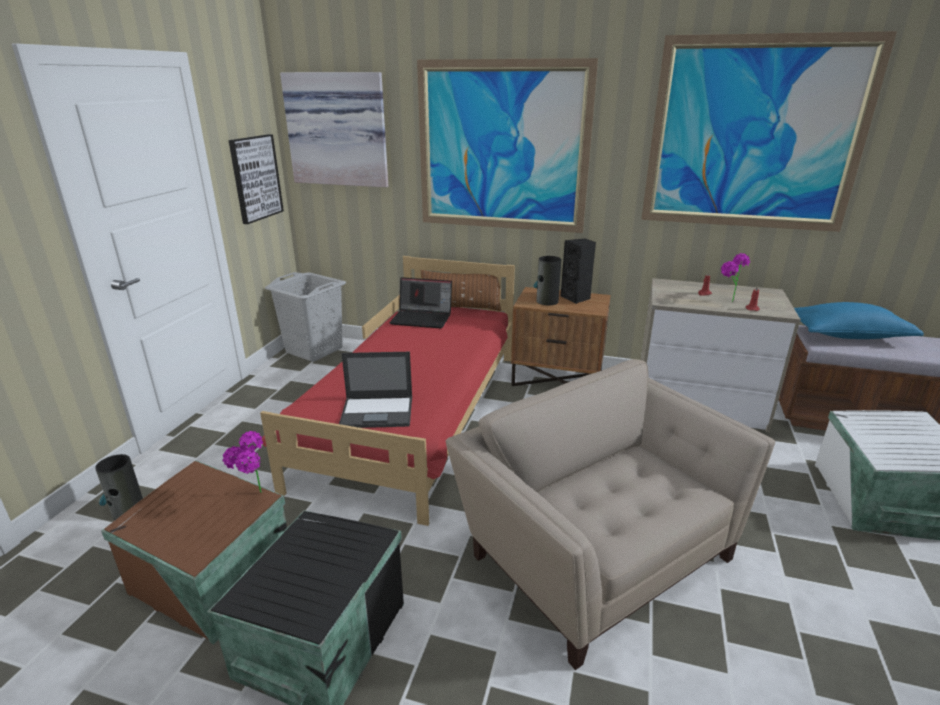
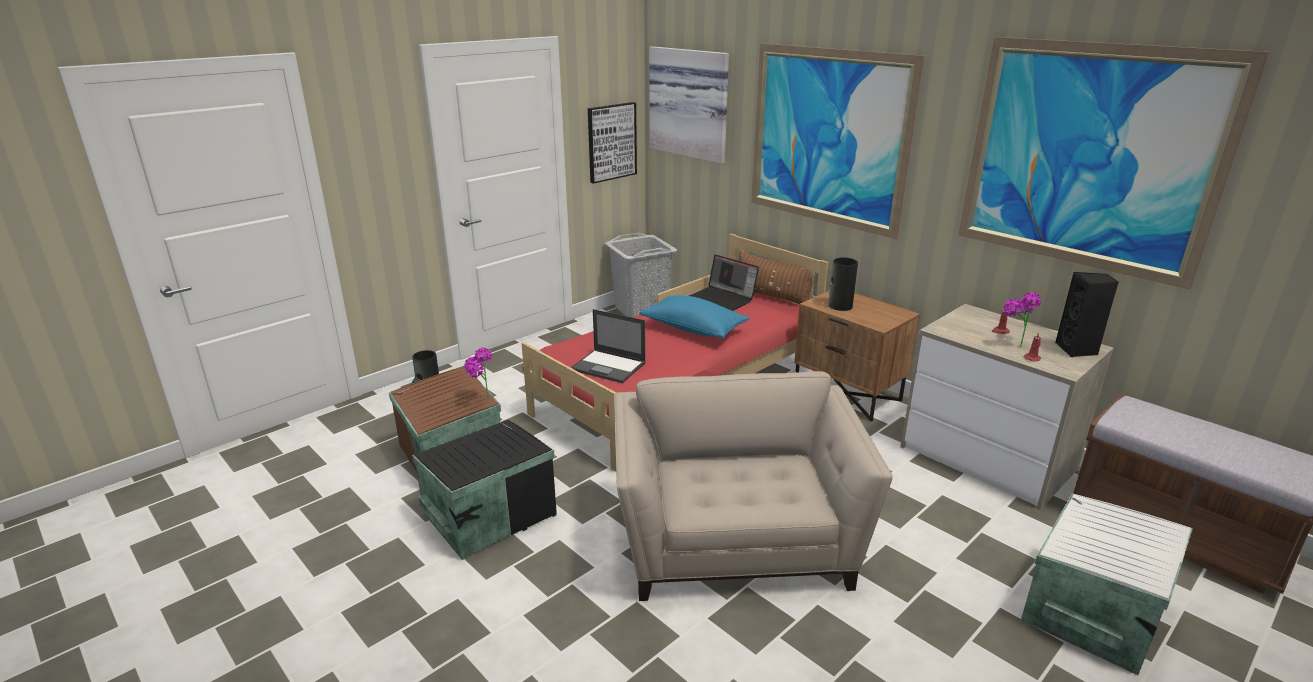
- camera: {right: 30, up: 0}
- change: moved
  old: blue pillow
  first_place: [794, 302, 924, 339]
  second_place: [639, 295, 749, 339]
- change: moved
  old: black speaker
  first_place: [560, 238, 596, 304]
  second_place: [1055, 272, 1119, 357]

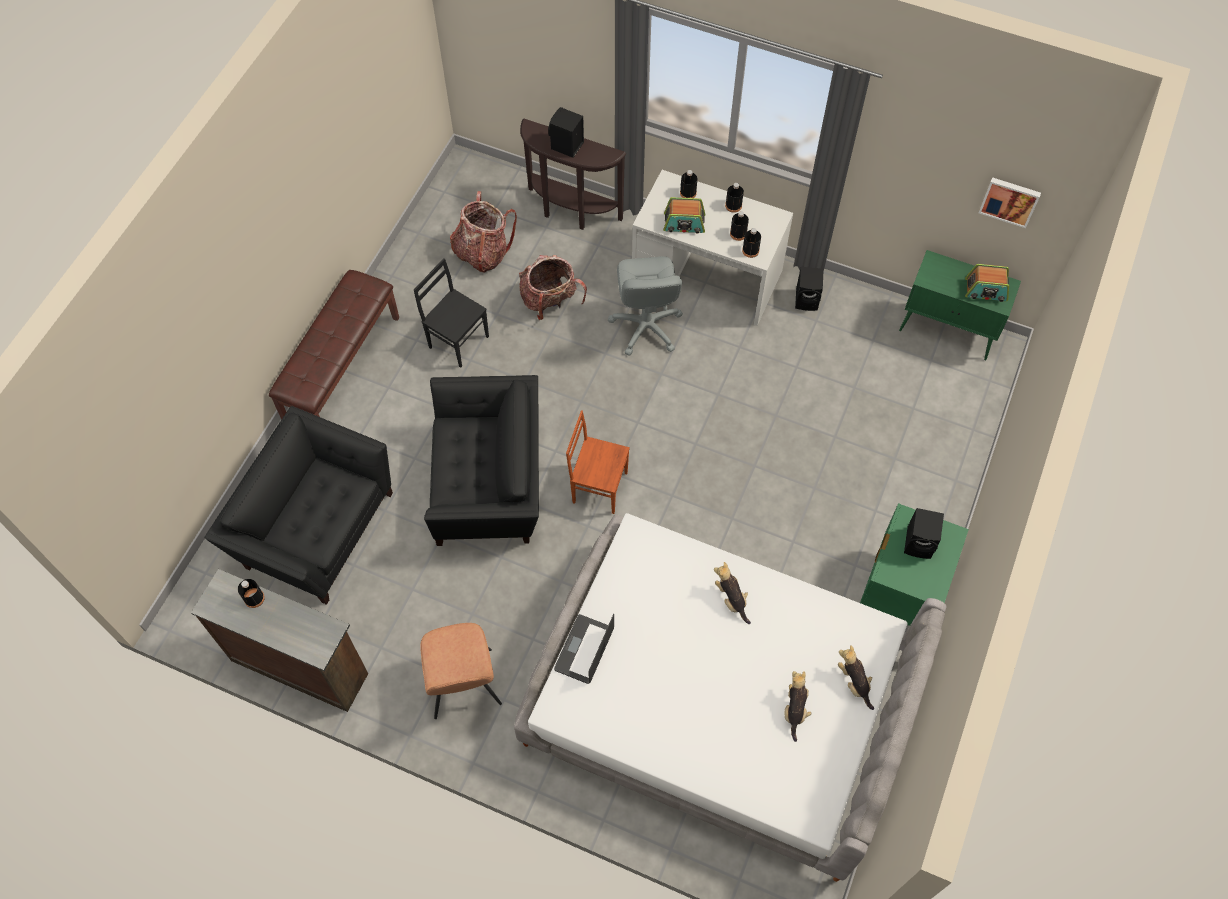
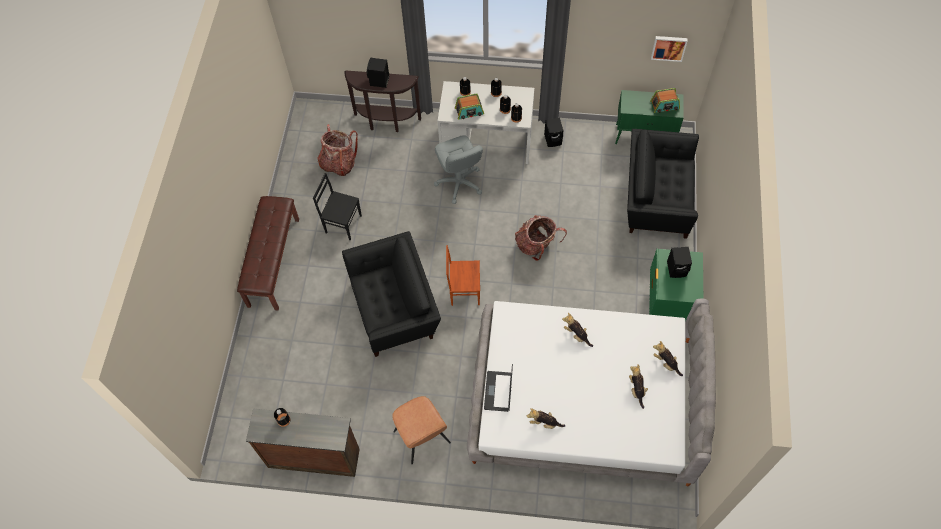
- camera: {right: -15, up: 0}
- change: moved
  old: backpack
  first_place: [519, 255, 587, 320]
  second_place: [515, 215, 567, 261]
- change: added
  new: plush toy
  second_place: [527, 408, 566, 429]
- change: moved
  old: black armchair
  first_place: [205, 406, 393, 605]
  second_place: [627, 129, 699, 239]

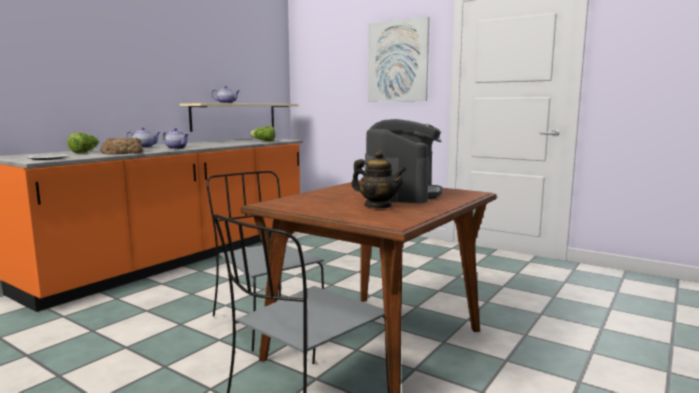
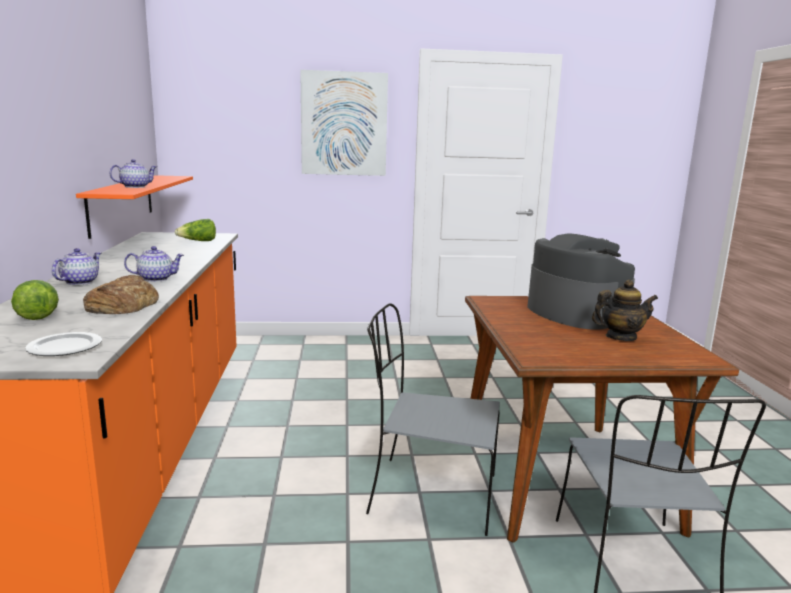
- camera: {right: -40, up: 5}
- change: recoloured
  old: beige shelf
  new: orange shelf
  first_place: [180, 103, 299, 132]
  second_place: [76, 175, 193, 239]

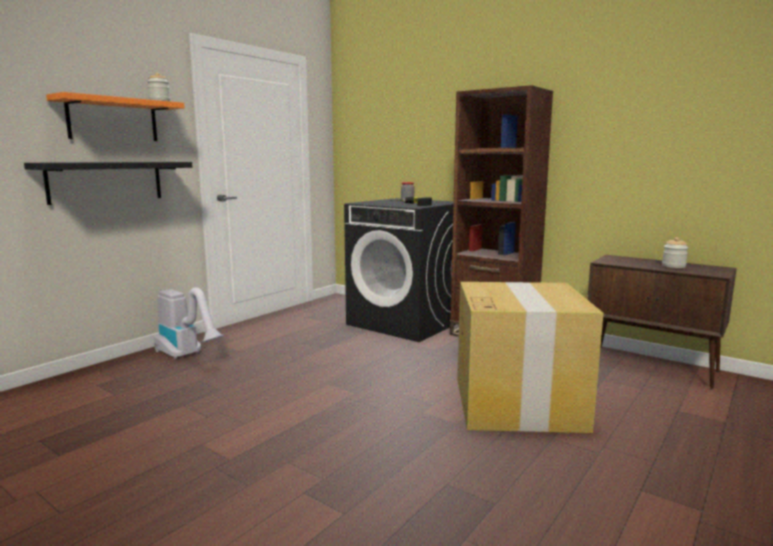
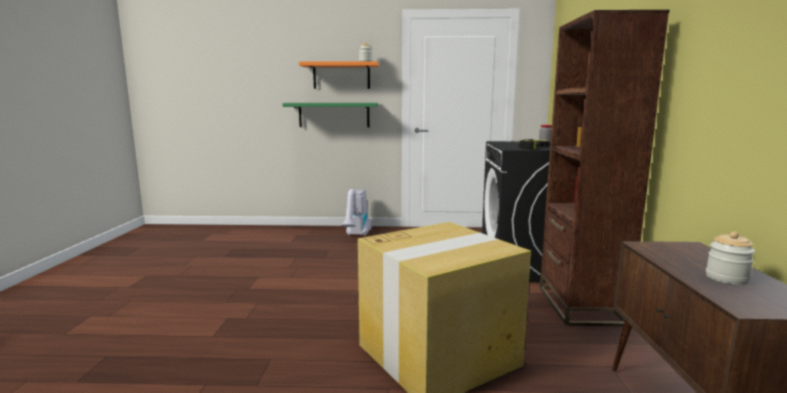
- camera: {right: 55, up: 0}
- change: recoloured
  old: black shelf
  new: green shelf
  first_place: [24, 162, 192, 205]
  second_place: [283, 103, 378, 127]

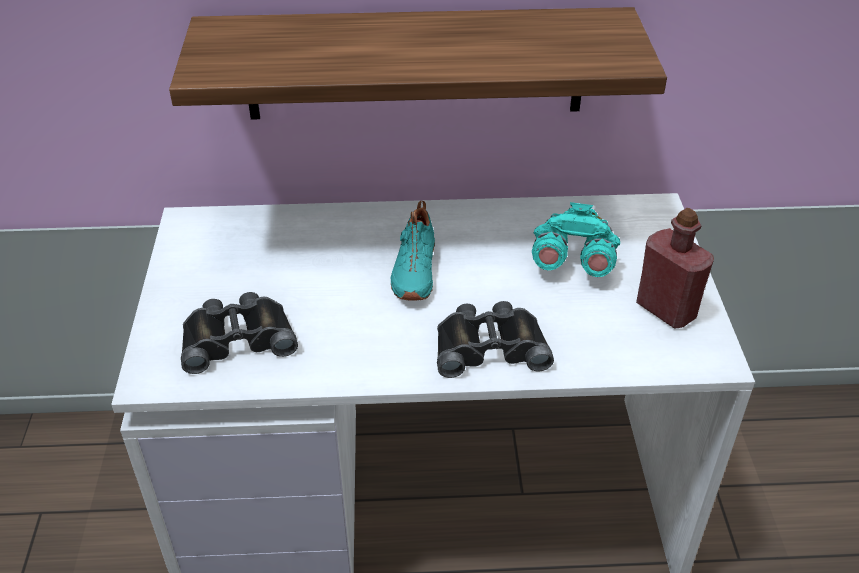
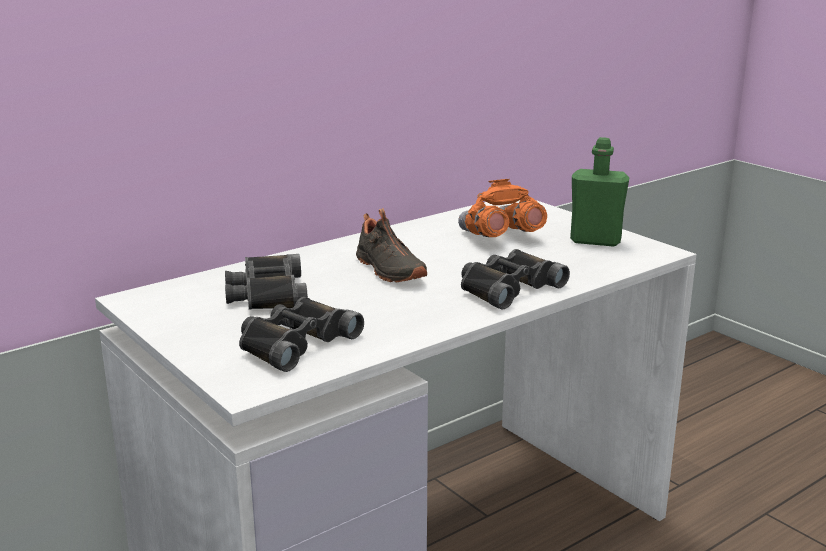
- camera: {right: -35, up: -20}
- change: added
  new: black binoculars
  second_place: [225, 254, 308, 310]
- change: recoloured
  old: turquoise shoe
  new: black shoe
  first_place: [391, 201, 435, 301]
  second_place: [356, 208, 427, 282]
- change: recoloured
  old: turquoise binoculars
  new: orange binoculars
  first_place: [532, 202, 620, 277]
  second_place: [458, 179, 547, 237]
- change: recoloured
  old: red bottle
  new: green bottle
  first_place: [636, 208, 714, 329]
  second_place: [570, 137, 629, 247]
- change: removed
  old: shelf
  first_place: [169, 7, 667, 120]

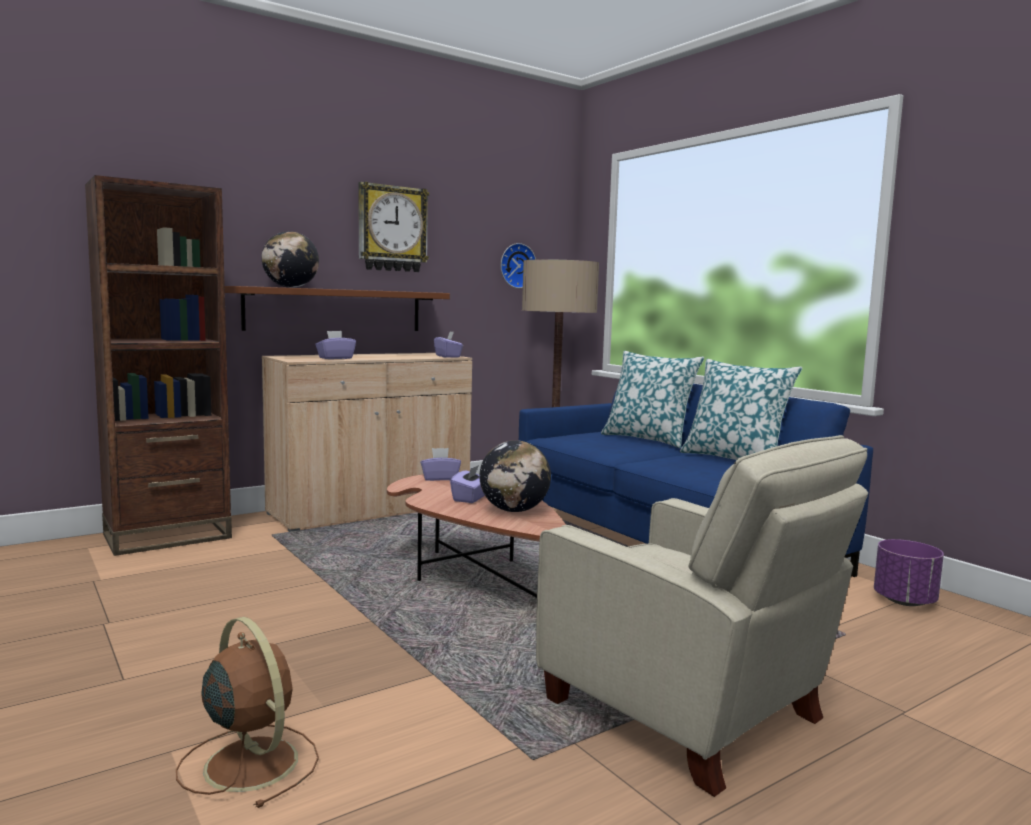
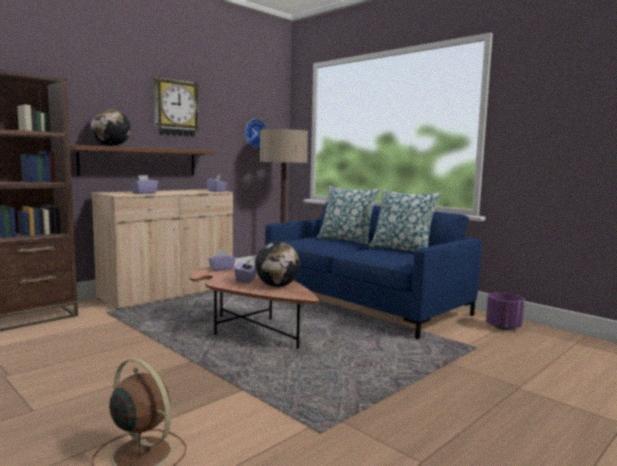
- camera: {right: -10, up: 0}
- change: removed
  old: beige armchair
  first_place: [536, 435, 868, 797]

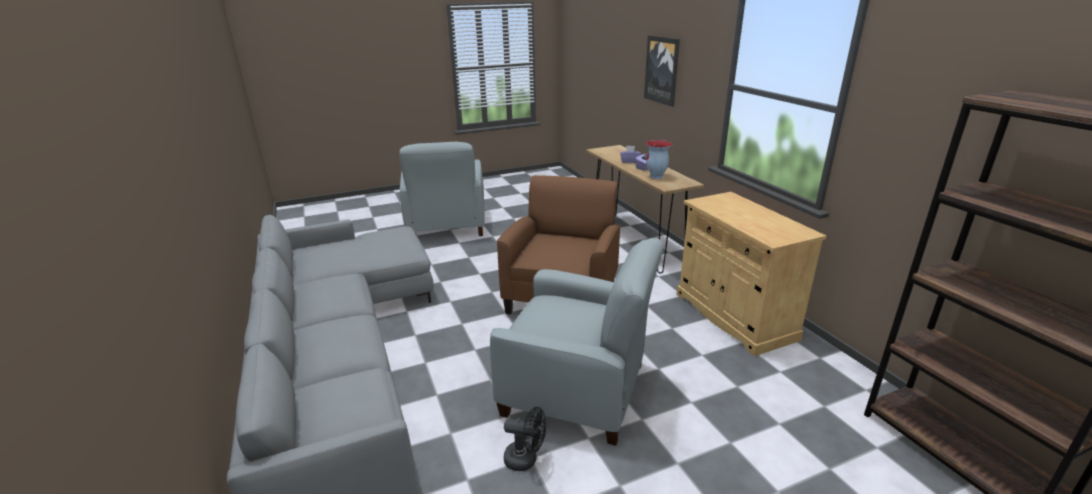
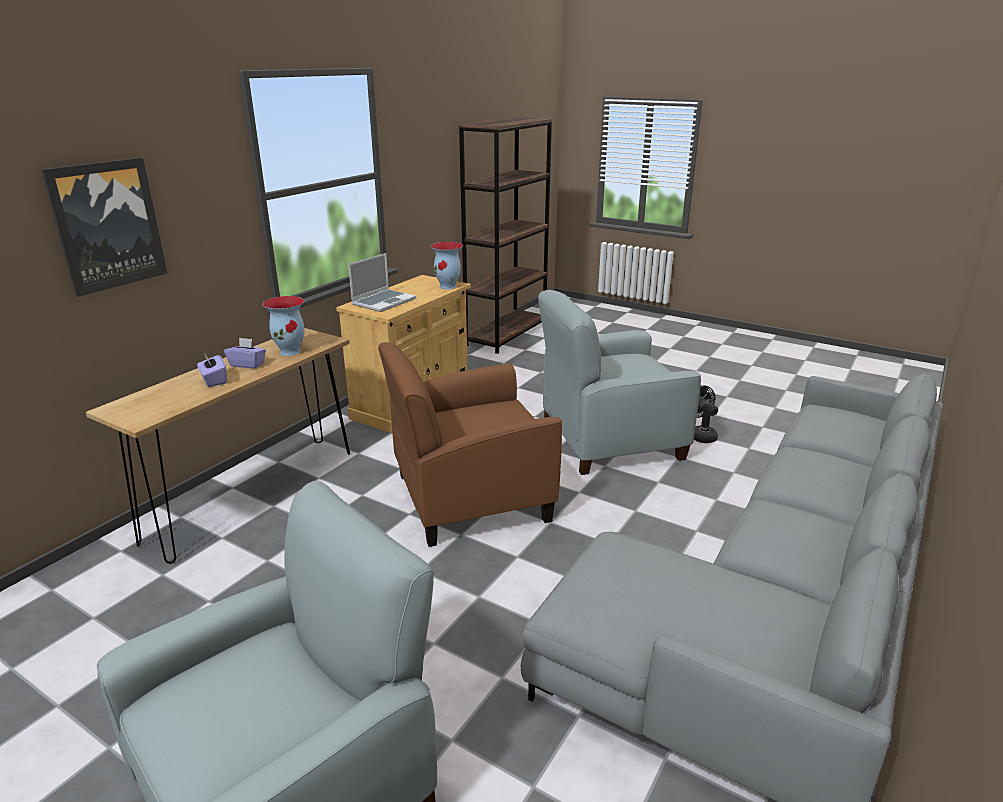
- camera: {right: -125, up: 0}
- change: added
  new: laptop
  second_place: [348, 253, 416, 312]
- change: added
  new: vase
  second_place: [431, 242, 463, 290]
- change: turned
  old: grey armchair
  first_place: [490, 238, 664, 446]
  second_place: [538, 290, 701, 475]
  degrees: -90

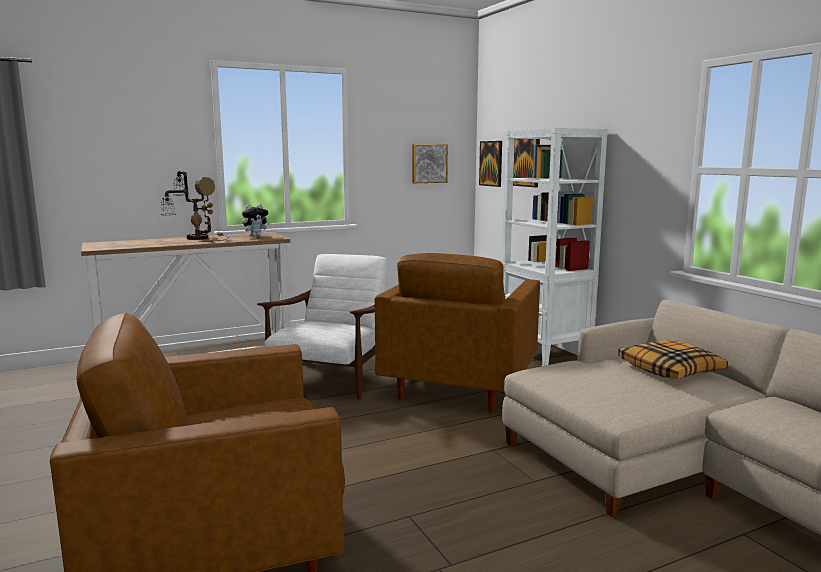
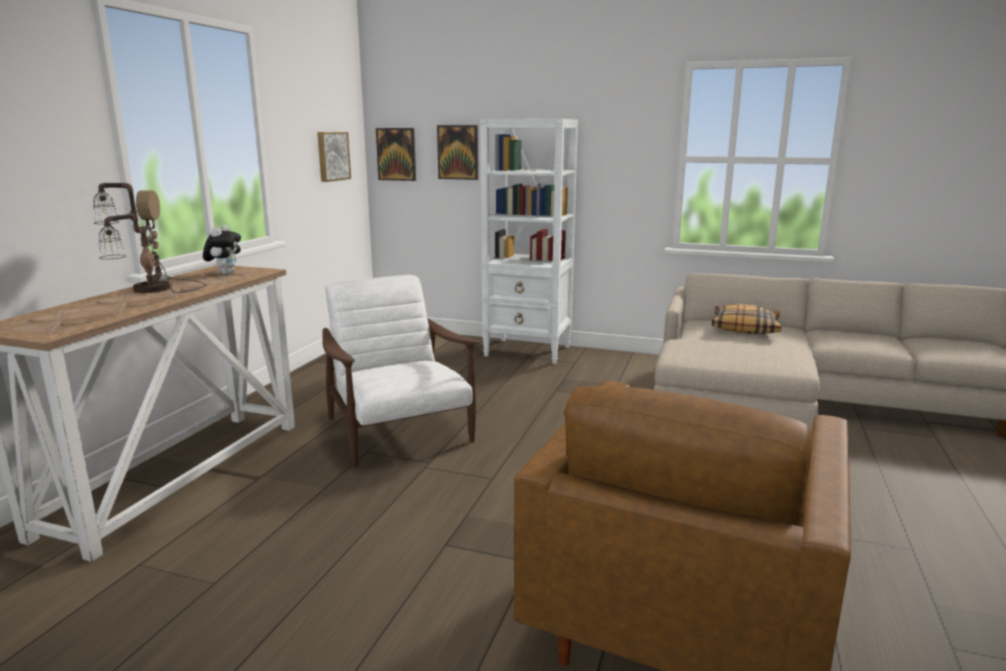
- camera: {right: -45, up: 5}
- change: removed
  old: brown armchair
  first_place: [375, 253, 540, 413]

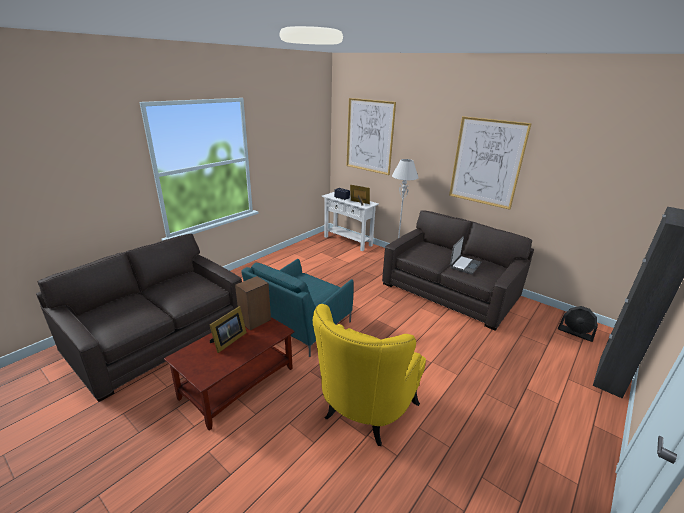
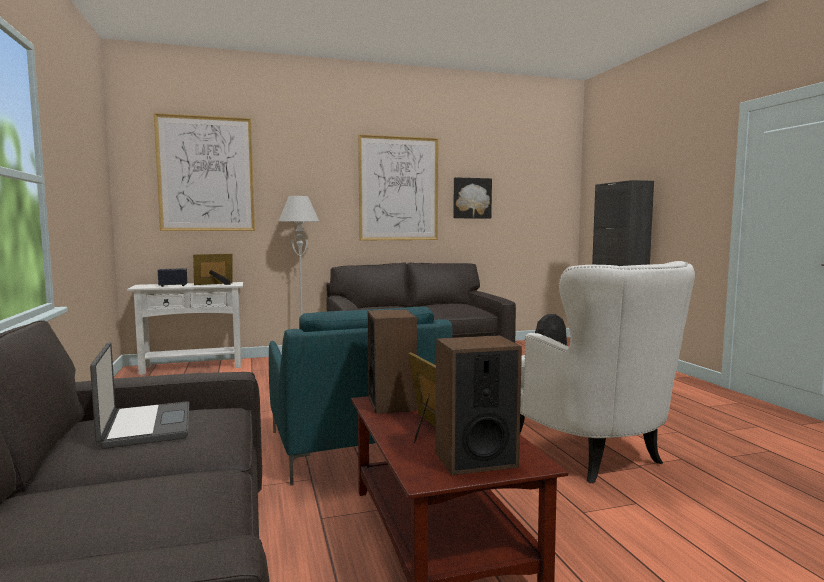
- camera: {right: -55, up: -20}
- change: moved
  old: laptop
  first_place: [450, 237, 482, 275]
  second_place: [90, 343, 189, 449]
- change: added
  new: speaker
  second_place: [436, 335, 522, 475]
- change: added
  new: picture
  second_place: [453, 177, 492, 219]
- change: recoloured
  old: yellow armchair
  new: white armchair
  first_place: [313, 304, 426, 446]
  second_place: [520, 261, 695, 483]

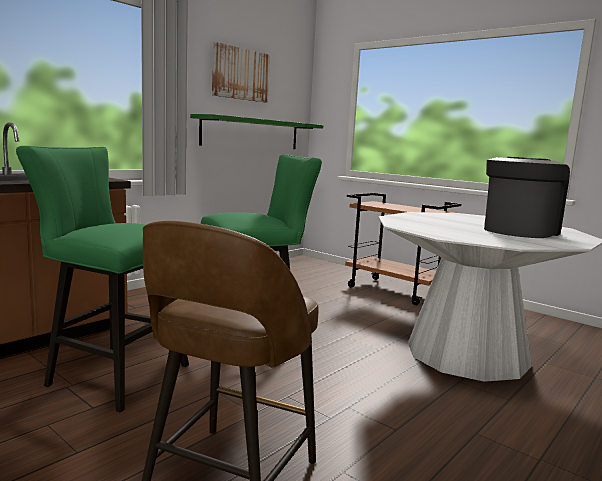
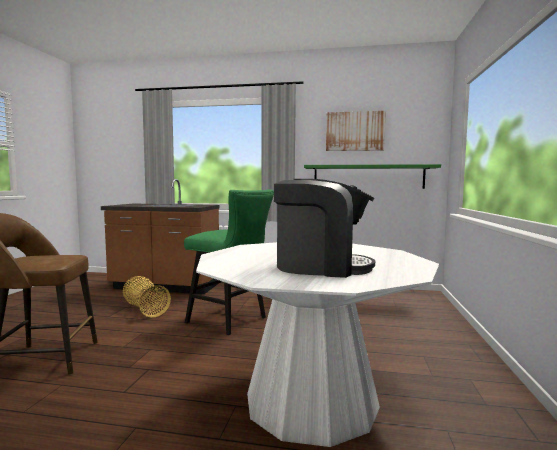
- camera: {right: 60, up: -5}
- change: replaced
  old: green stool
  new: basket
  first_place: [16, 146, 189, 412]
  second_place: [123, 276, 171, 318]
- change: removed
  old: brown cart
  first_place: [345, 193, 461, 305]

